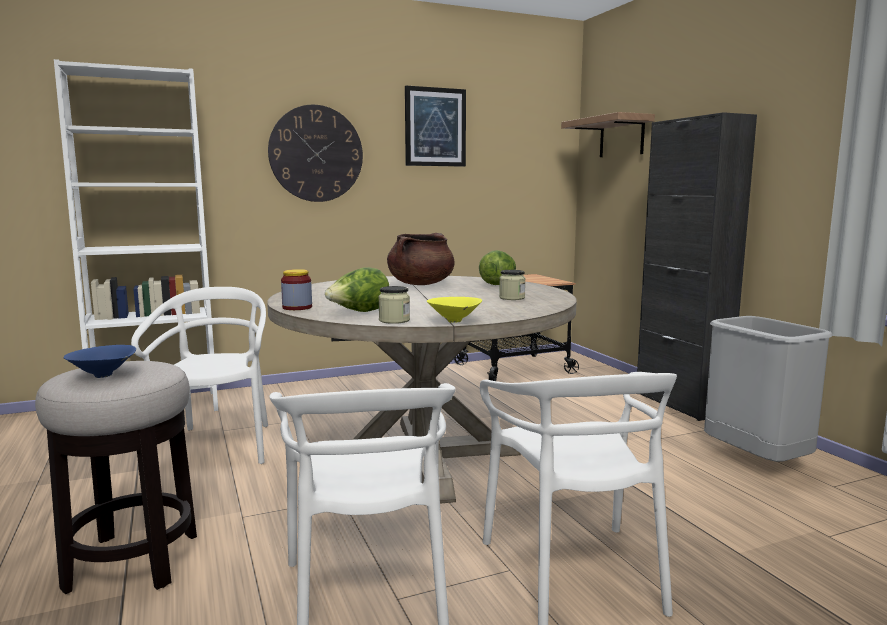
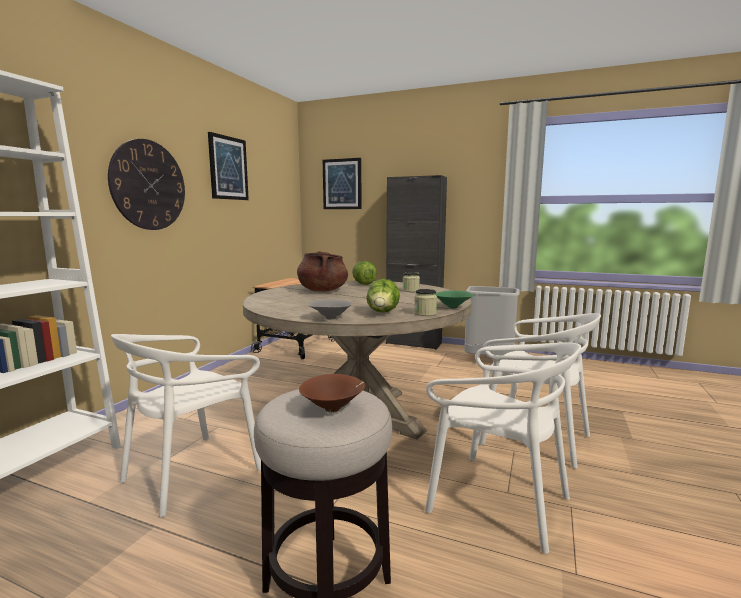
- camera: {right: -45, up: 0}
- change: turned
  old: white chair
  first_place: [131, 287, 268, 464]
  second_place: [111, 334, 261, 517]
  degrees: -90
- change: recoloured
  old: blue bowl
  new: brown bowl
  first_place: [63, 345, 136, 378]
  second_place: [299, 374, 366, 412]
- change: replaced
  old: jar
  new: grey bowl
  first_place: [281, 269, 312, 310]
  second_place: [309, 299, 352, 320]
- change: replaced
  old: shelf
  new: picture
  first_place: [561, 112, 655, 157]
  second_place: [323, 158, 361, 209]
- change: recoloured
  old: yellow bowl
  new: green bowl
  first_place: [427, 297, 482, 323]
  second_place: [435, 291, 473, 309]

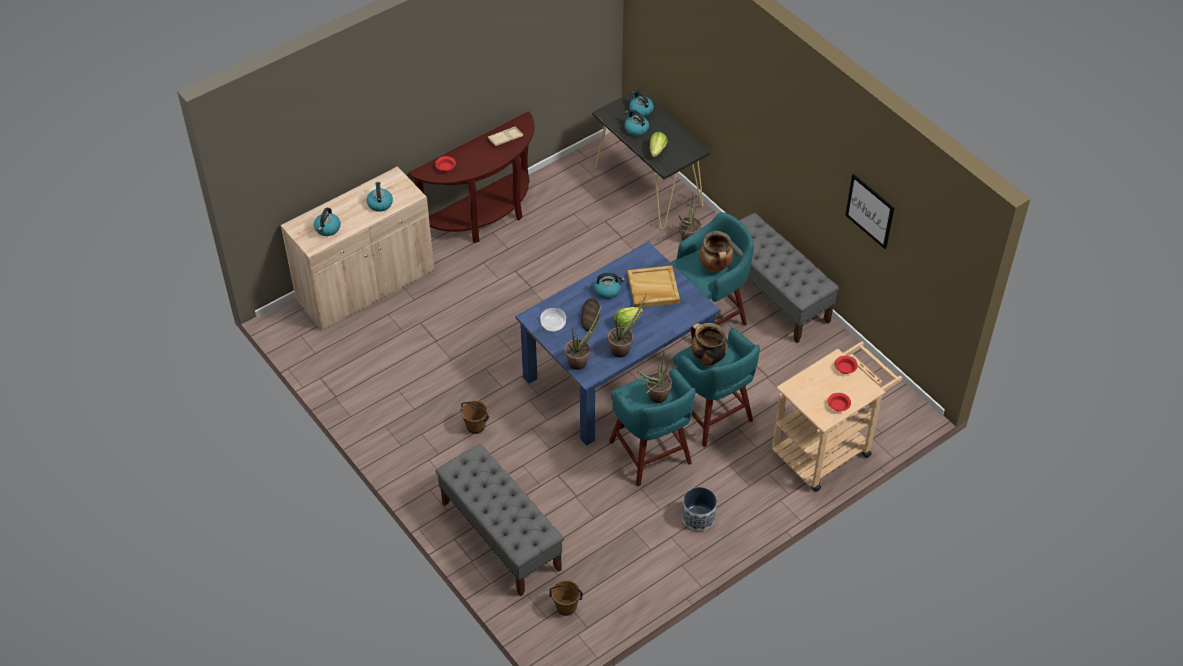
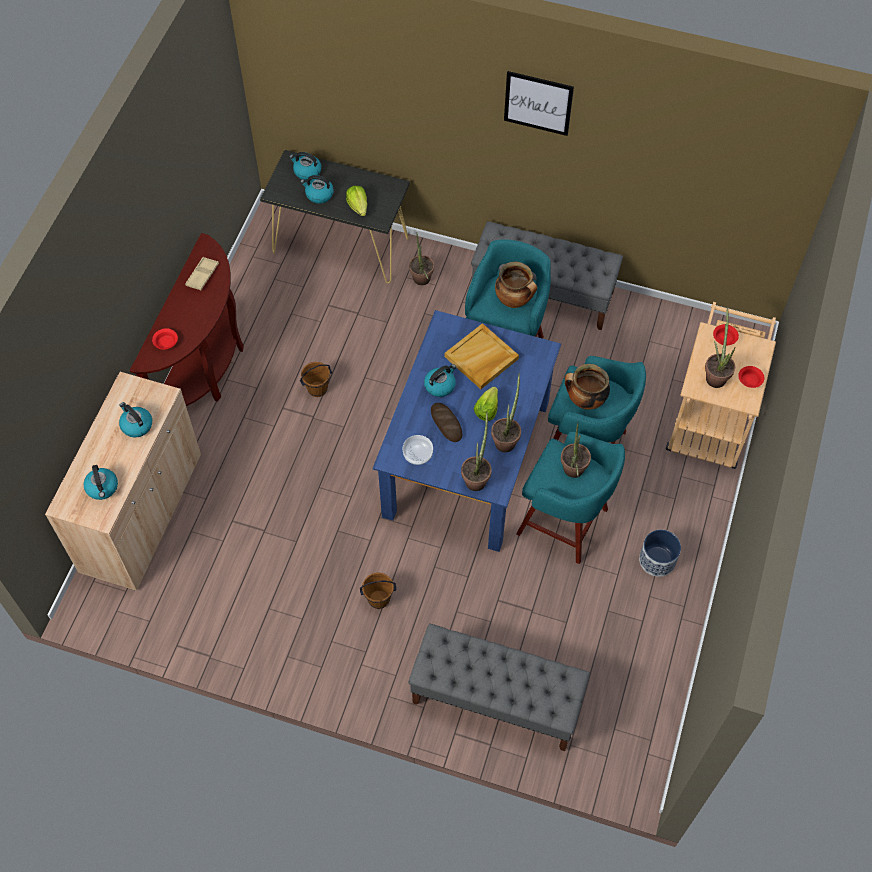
- camera: {right: -35, up: 10}
- change: moved
  old: brown bucket
  first_place: [549, 580, 583, 616]
  second_place: [300, 362, 332, 397]
- change: moved
  old: picture
  first_place: [845, 174, 894, 249]
  second_place: [504, 71, 574, 136]
- change: added
  new: potted plant
  second_place: [705, 307, 736, 388]

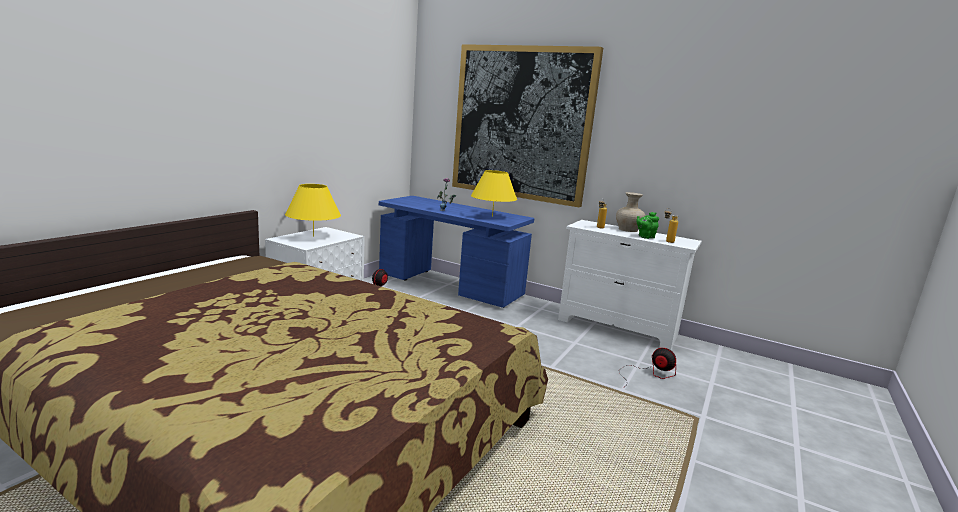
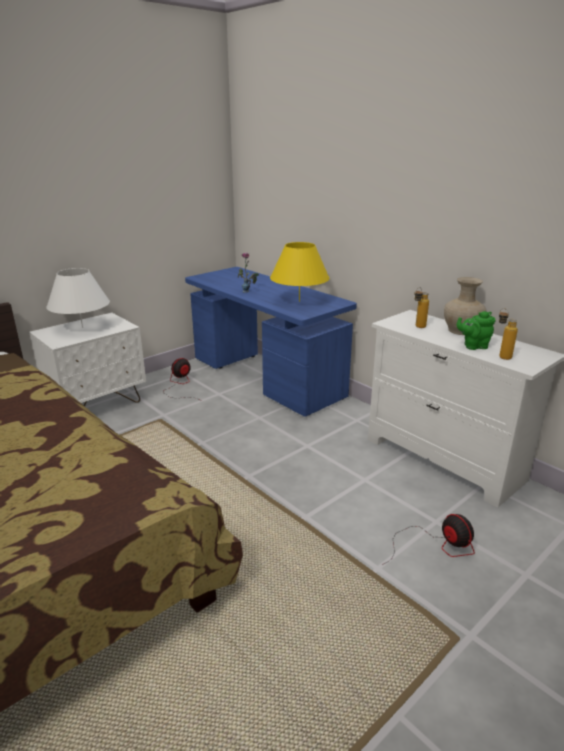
- camera: {right: 20, up: 10}
- change: recoloured
  old: yellow table lamp
  new: white table lamp
  first_place: [285, 184, 341, 237]
  second_place: [46, 268, 110, 328]
- change: removed
  old: picture
  first_place: [452, 44, 603, 207]

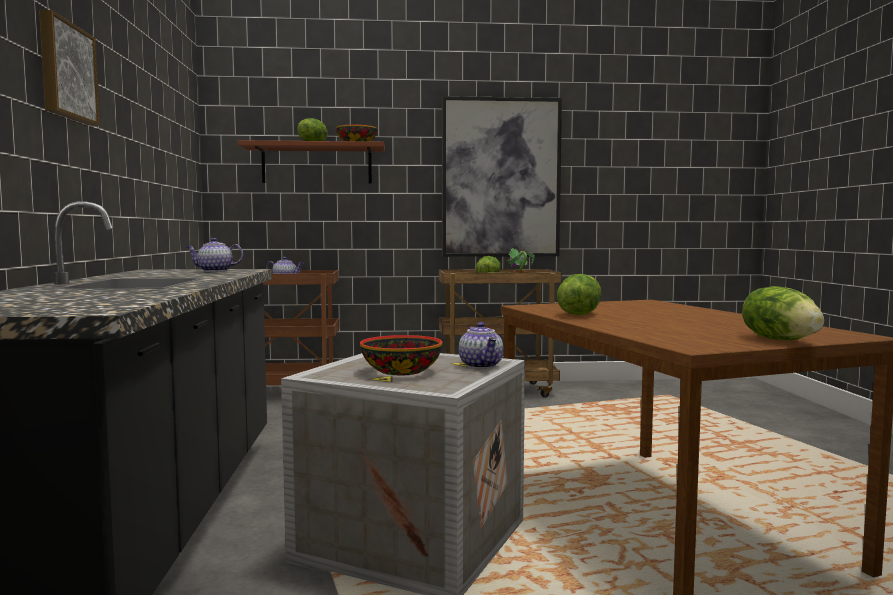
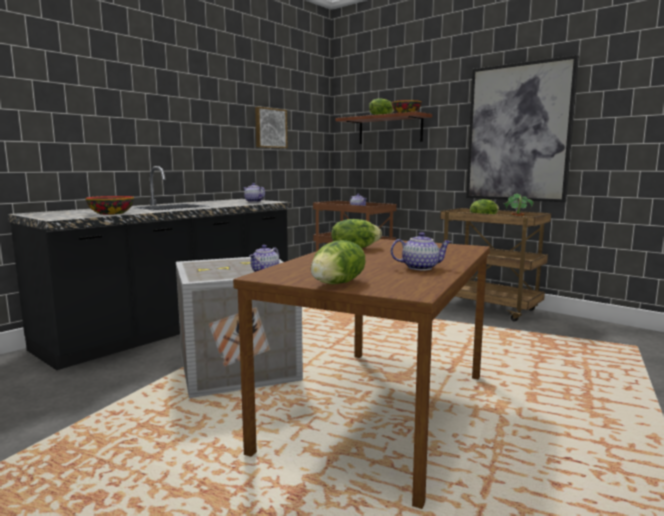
- camera: {right: 45, up: 5}
- change: moved
  old: bowl
  first_place: [360, 335, 442, 375]
  second_place: [85, 196, 134, 215]
- change: moved
  old: picture
  first_place: [39, 10, 100, 126]
  second_place: [255, 107, 287, 148]
- change: added
  new: teapot
  second_place: [391, 232, 451, 270]

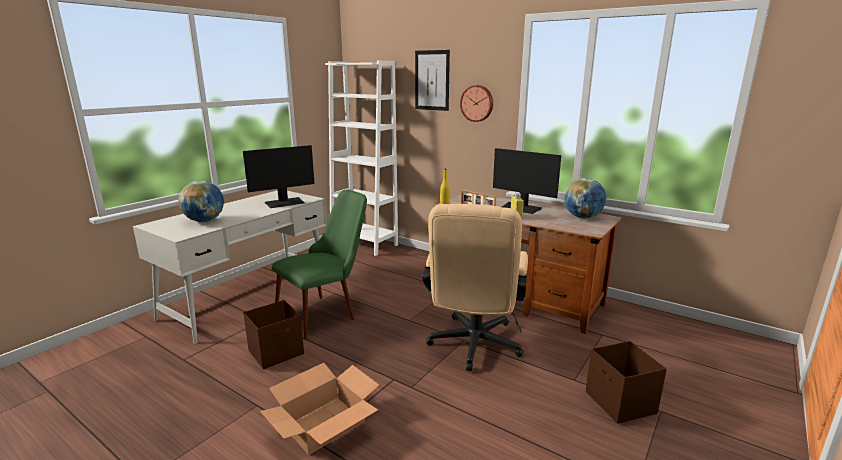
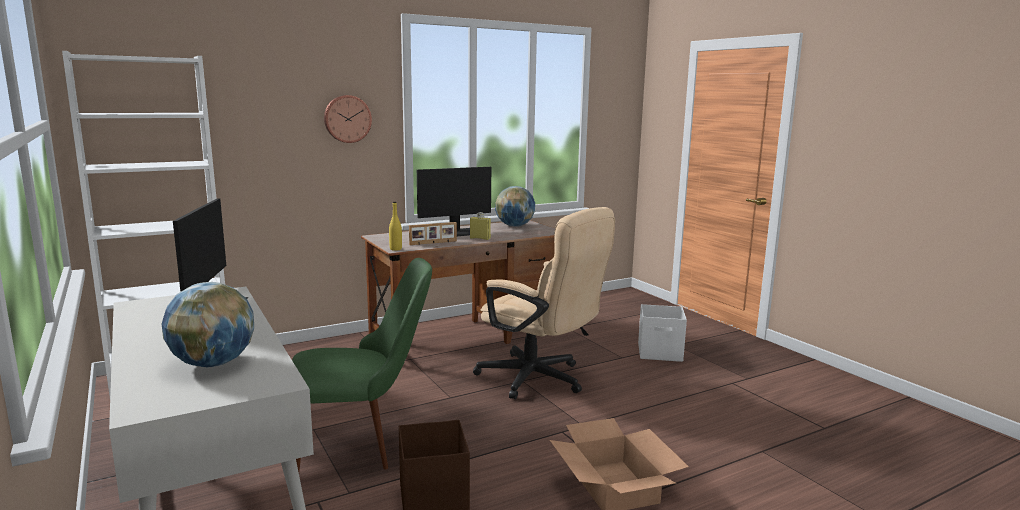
- camera: {right: -65, up: -5}
- change: turned
  old: green chair
  first_place: [272, 190, 367, 339]
  second_place: [292, 258, 432, 472]
  degrees: 90
- change: recoloured
  old: brown storage box
  new: white storage box
  first_place: [586, 341, 667, 424]
  second_place: [638, 304, 687, 362]
- change: removed
  old: picture
  first_place: [415, 50, 450, 111]

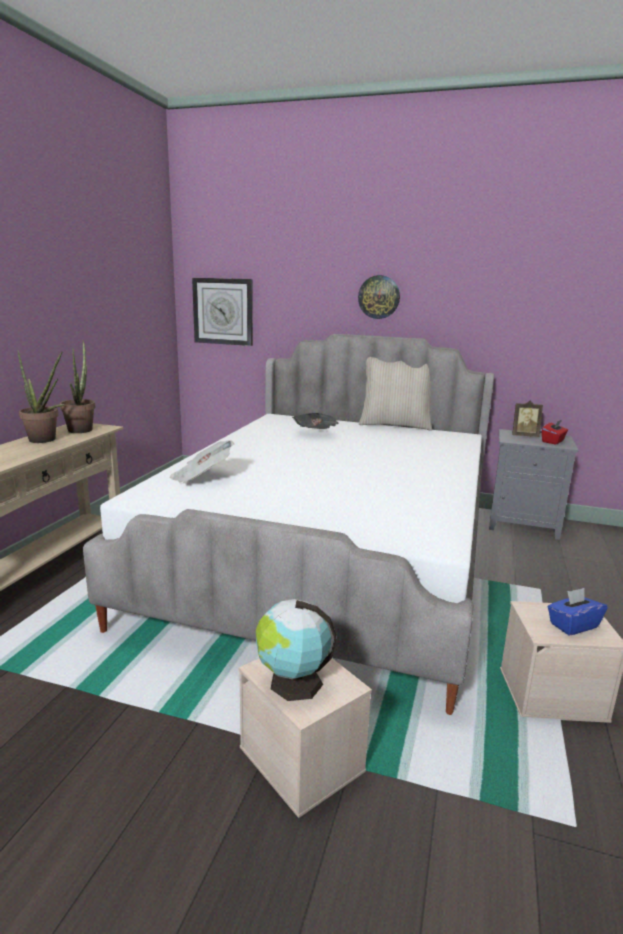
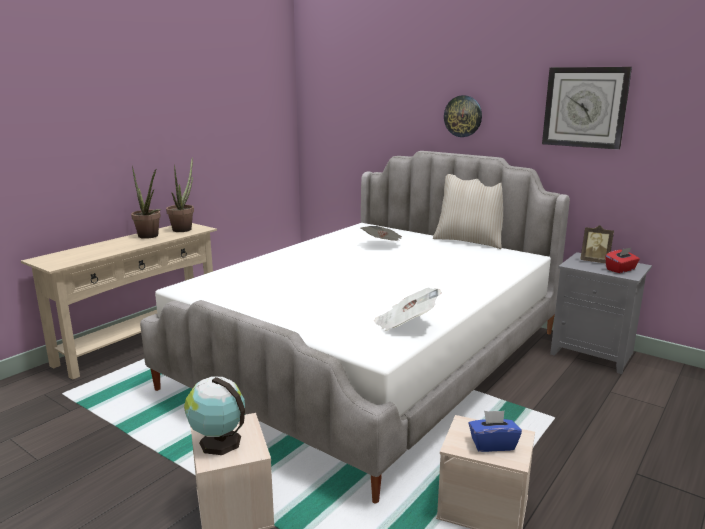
- camera: {right: 20, up: 0}
- change: moved
  old: newspaper
  first_place: [170, 440, 234, 484]
  second_place: [374, 288, 442, 331]
- change: moved
  old: wall clock
  first_place: [192, 278, 253, 346]
  second_place: [542, 67, 632, 150]

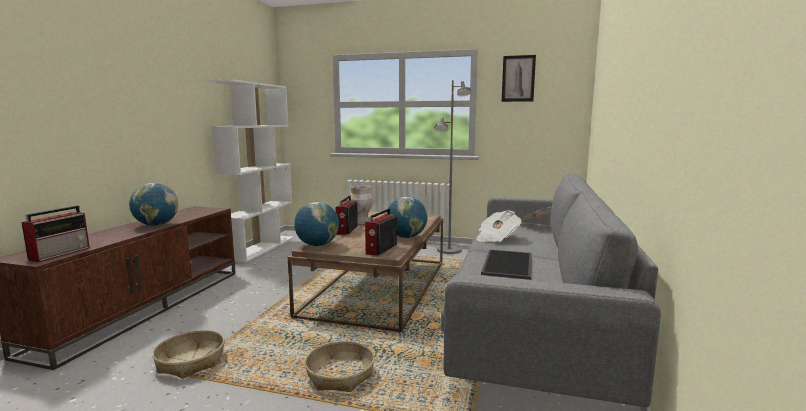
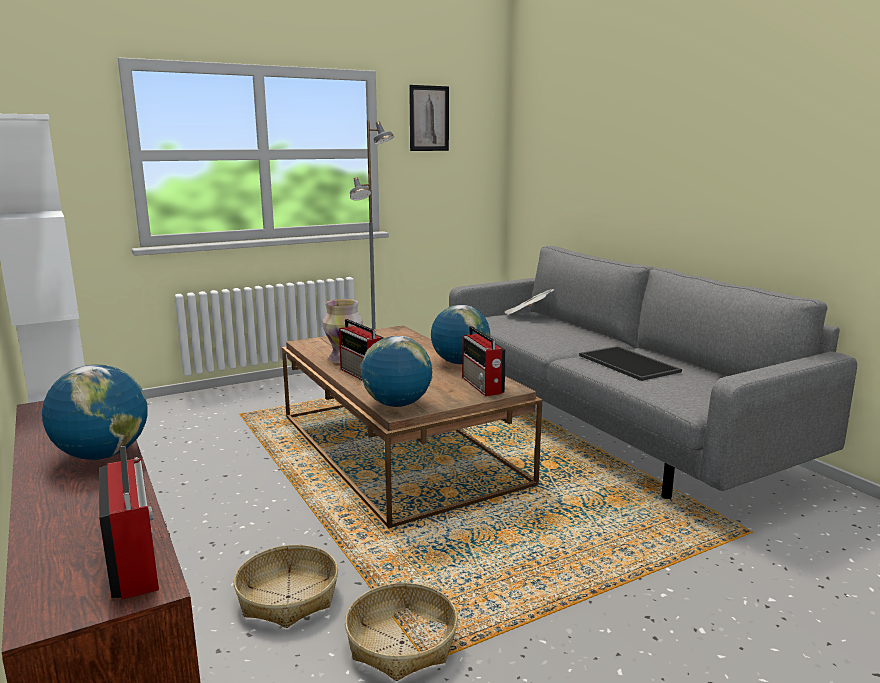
- camera: {right: -45, up: 5}
- change: moved
  old: basket
  first_place: [305, 341, 375, 392]
  second_place: [234, 545, 338, 628]
- change: removed
  old: newspaper
  first_place: [476, 210, 521, 242]

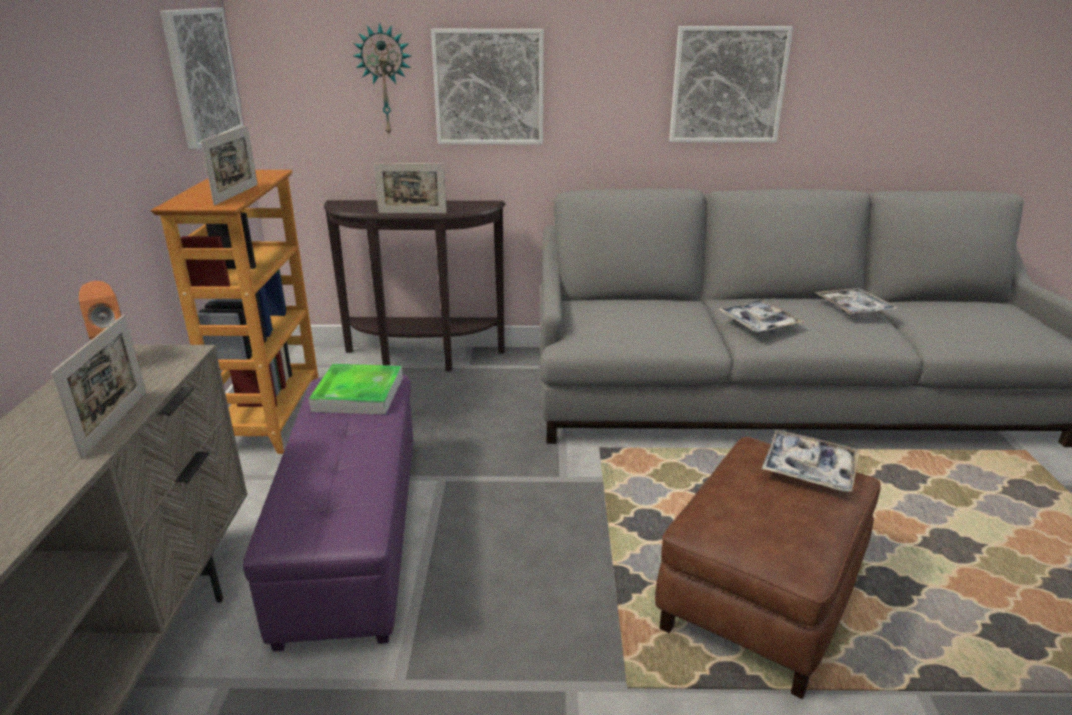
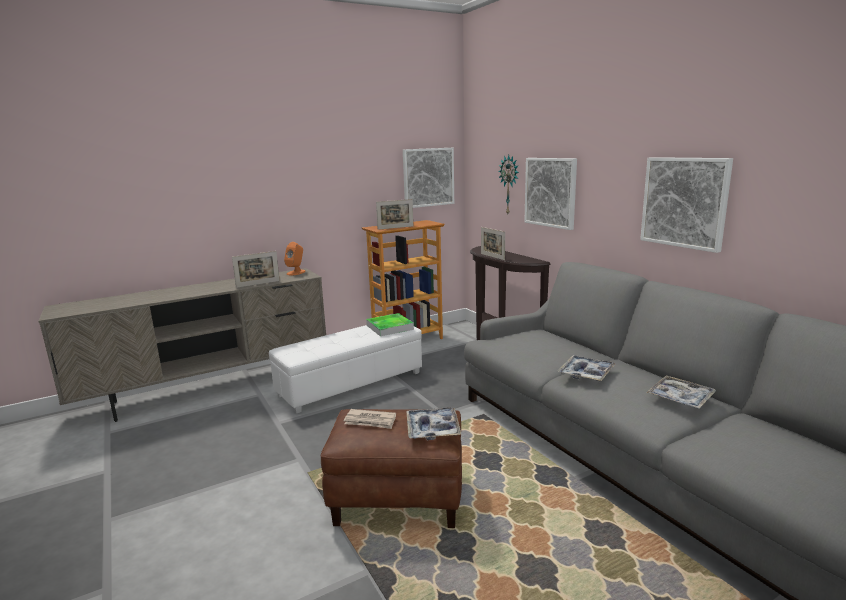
- camera: {right: 60, up: -10}
- change: recoloured
  old: purple ottoman
  new: white ottoman
  first_place: [243, 374, 413, 651]
  second_place: [269, 325, 422, 414]
- change: added
  new: newspaper
  second_place: [344, 409, 396, 429]

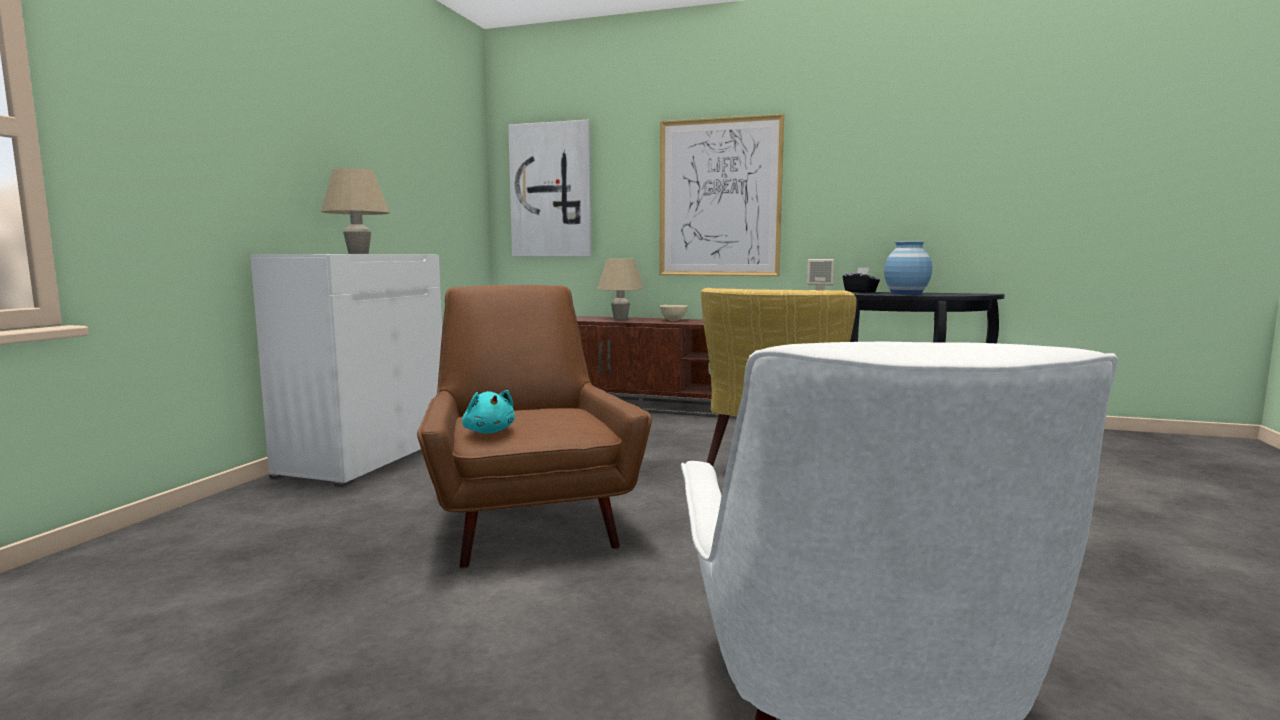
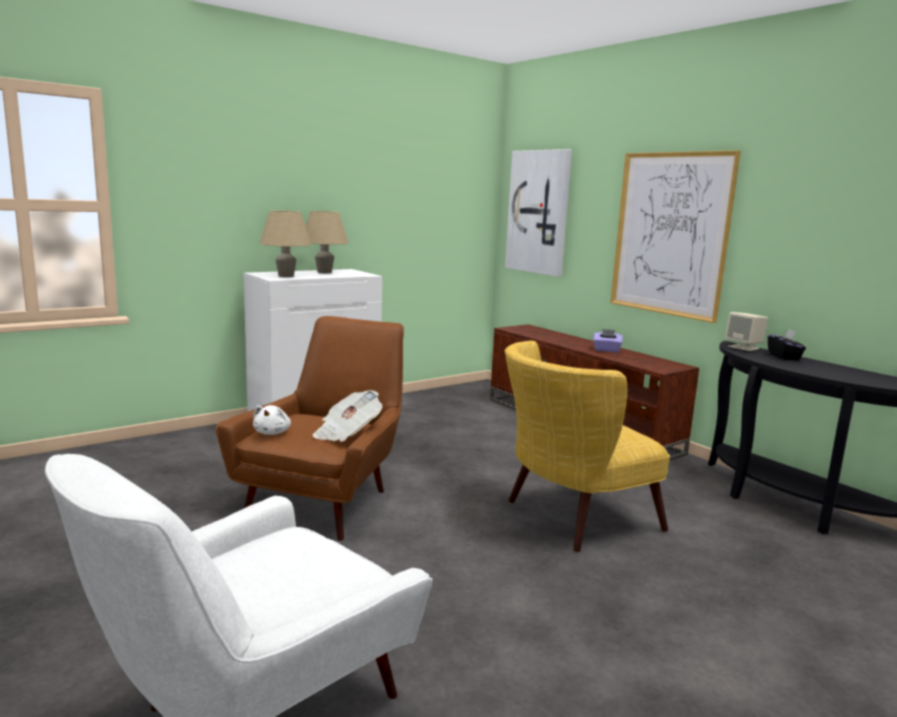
- camera: {right: 35, up: 5}
- change: recoloured
  old: turquoise plush toy
  new: white plush toy
  first_place: [462, 390, 515, 433]
  second_place: [253, 405, 291, 435]
- change: moved
  old: beige table lamp
  first_place: [597, 259, 644, 320]
  second_place: [259, 211, 312, 277]
- change: added
  new: newspaper
  second_place: [313, 390, 382, 442]
- change: replaced
  old: beige bowl
  new: purple tissue box
  first_place: [660, 305, 688, 321]
  second_place: [593, 329, 623, 353]
- change: removed
  old: blue vase
  first_place: [884, 241, 932, 294]

